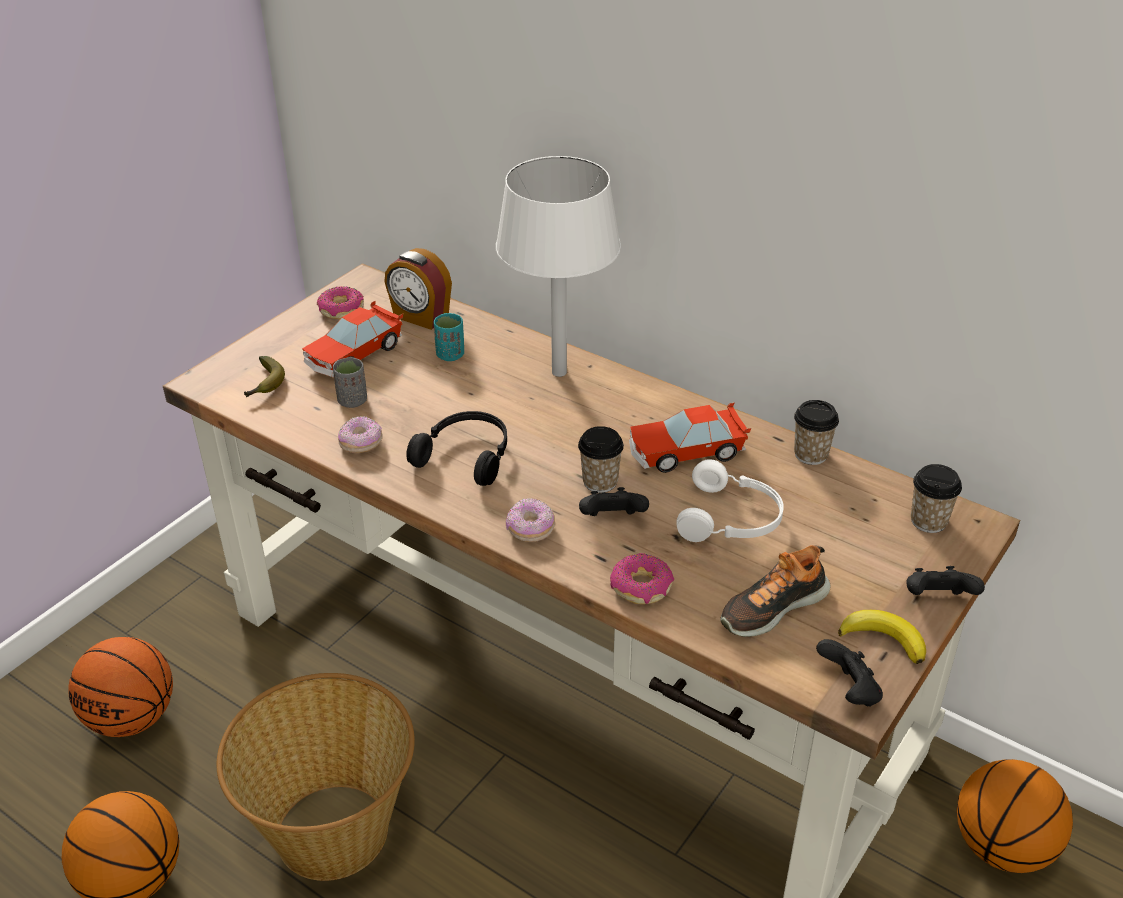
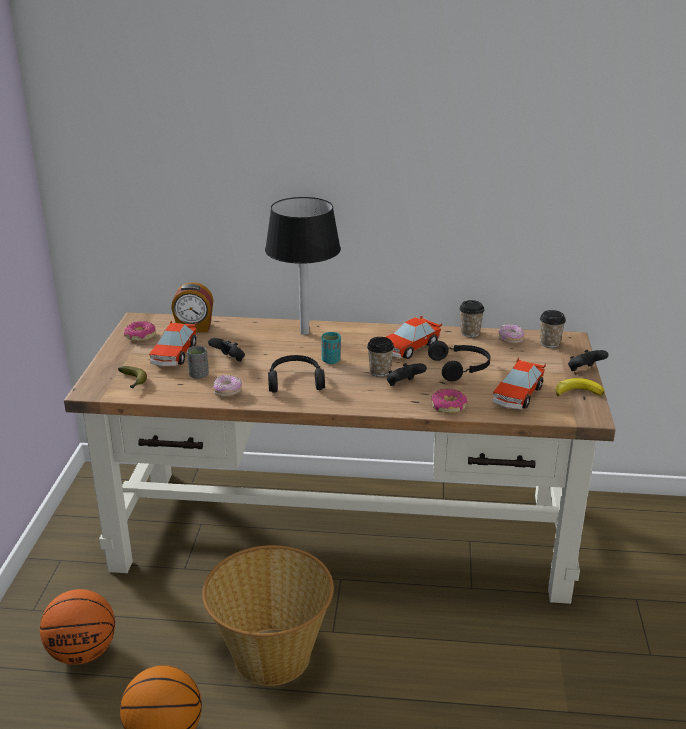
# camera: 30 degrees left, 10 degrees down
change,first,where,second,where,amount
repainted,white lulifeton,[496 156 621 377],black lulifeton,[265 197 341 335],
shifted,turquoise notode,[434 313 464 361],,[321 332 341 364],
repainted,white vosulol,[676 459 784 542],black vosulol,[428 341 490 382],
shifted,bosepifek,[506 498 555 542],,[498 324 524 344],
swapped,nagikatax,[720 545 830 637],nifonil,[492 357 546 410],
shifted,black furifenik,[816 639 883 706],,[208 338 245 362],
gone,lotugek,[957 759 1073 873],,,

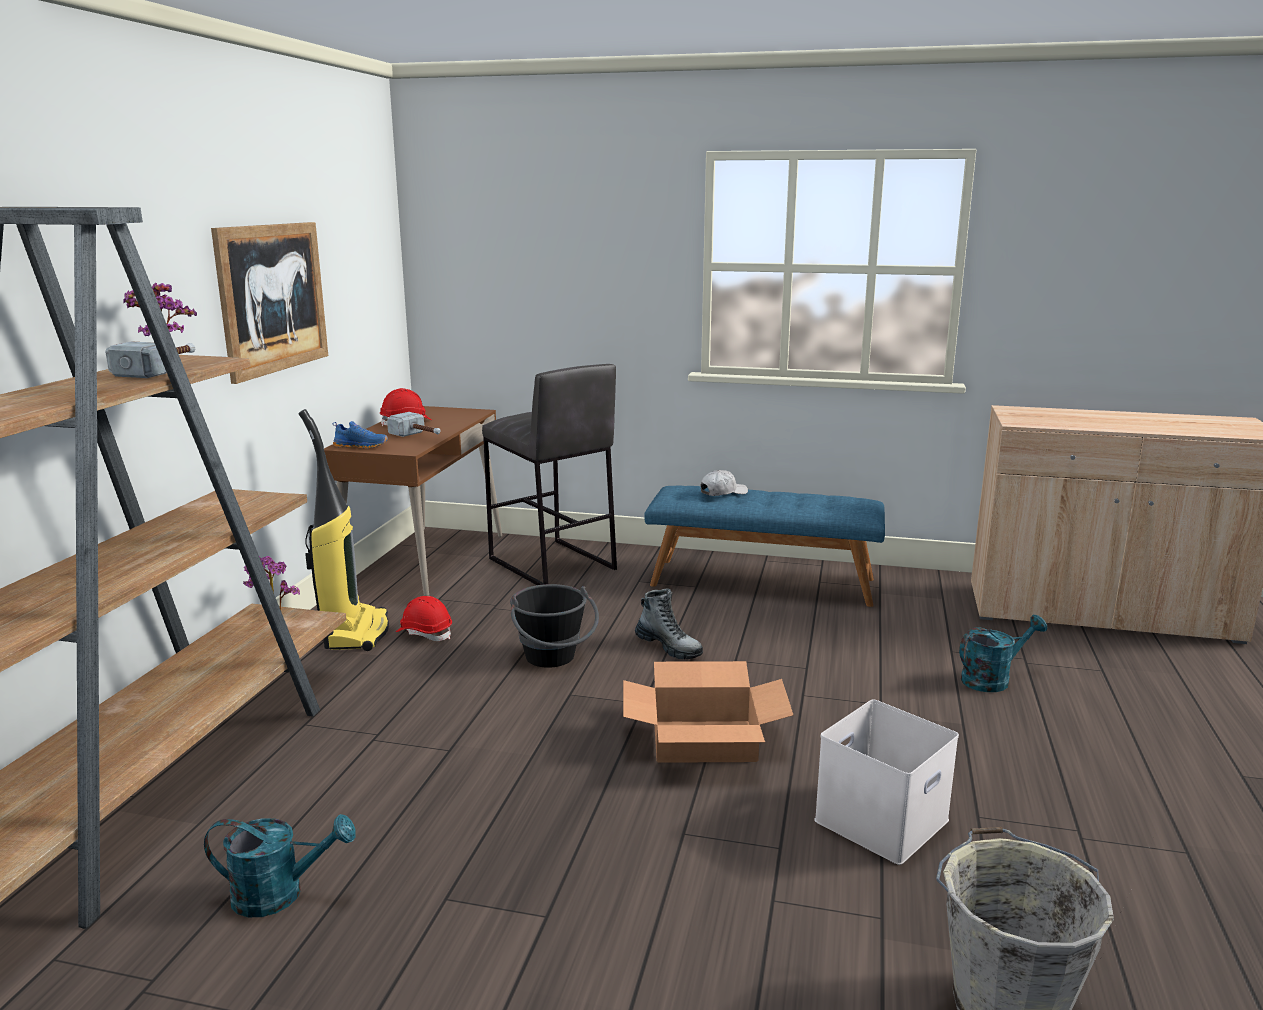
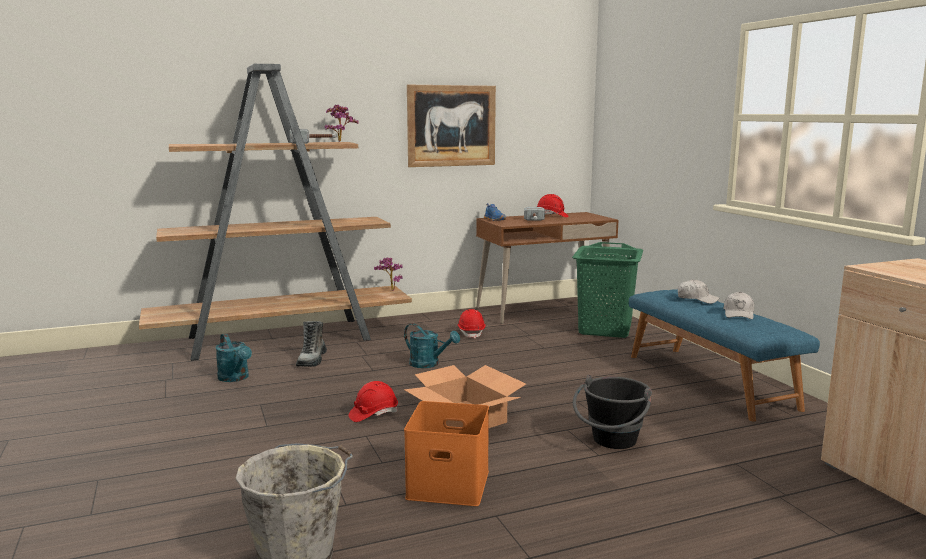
# camera: 55 degrees right, 5 degrees down
change,first,where,second,where,amount
swapped,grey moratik,[482 364 617 585],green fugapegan,[572 242 643 338],
gone,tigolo,[298 409 389 651],,,
shifted,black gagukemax,[510 584 599 668],,[573 375 652 449],
shifted,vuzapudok,[635 588 703 659],,[296 321 327 367],
shifted,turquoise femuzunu,[959 615 1047 692],,[404 323 460 368],
repainted,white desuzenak,[814 699 959 865],orange desuzenak,[404 401 489 506],
new,,,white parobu,[723 292 754 319],
new,,,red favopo,[348 381 398 422],

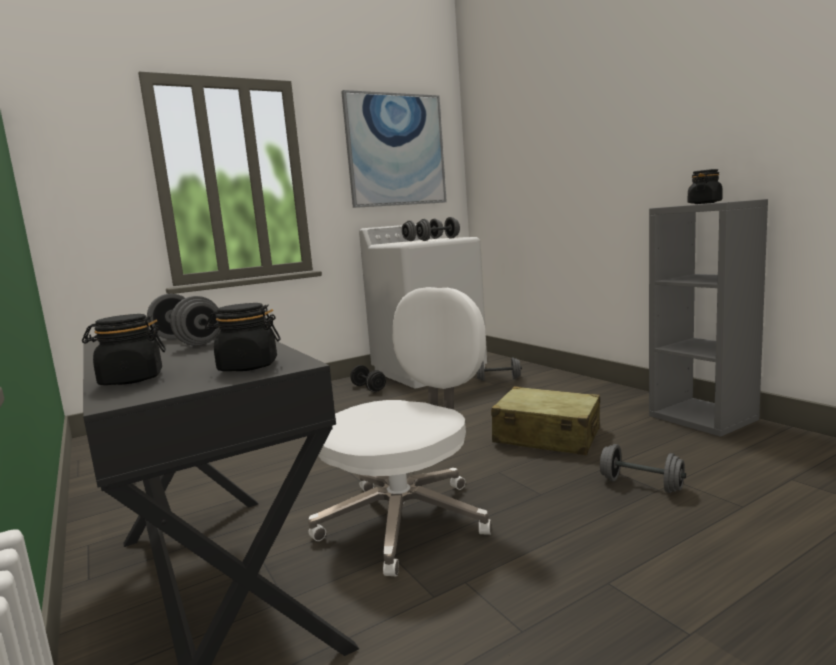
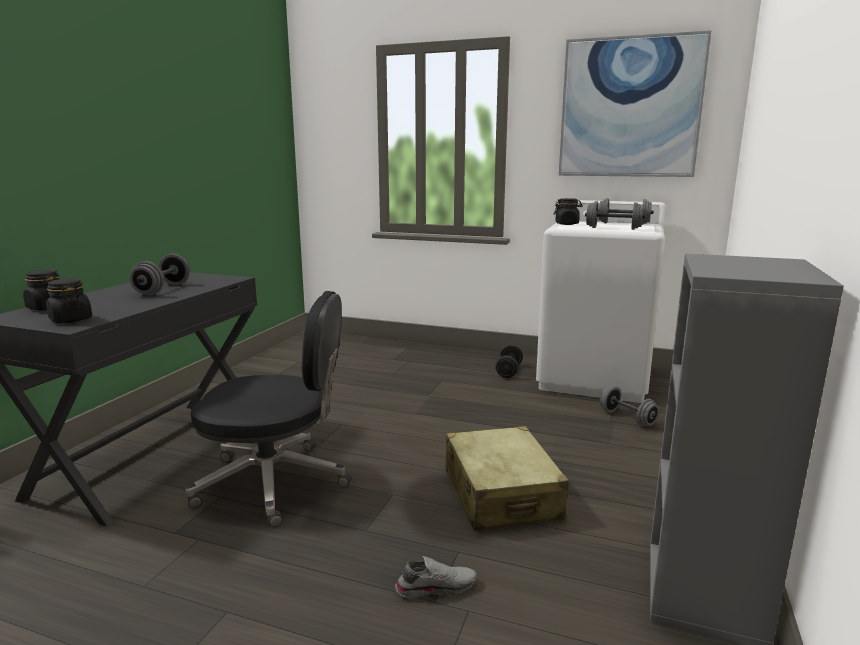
# camera: 50 degrees right, 5 degrees up
change,first,where,second,where,amount
shifted,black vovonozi,[687 169 723 204],,[554 198 583 225],
repainted,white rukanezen,[308 287 491 576],black rukanezen,[186 291 352 527],
swapped,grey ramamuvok,[600 444 686 493],grey nagikatax,[395 556 477 598],

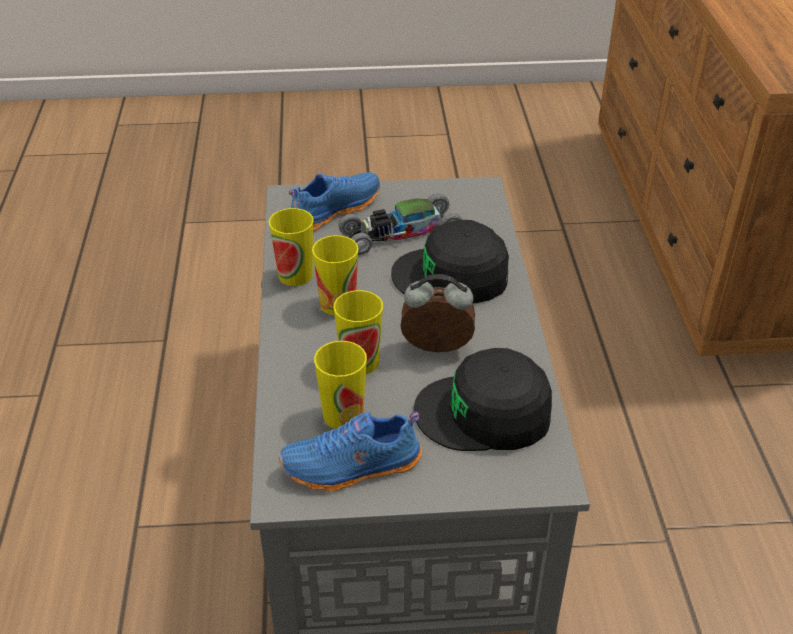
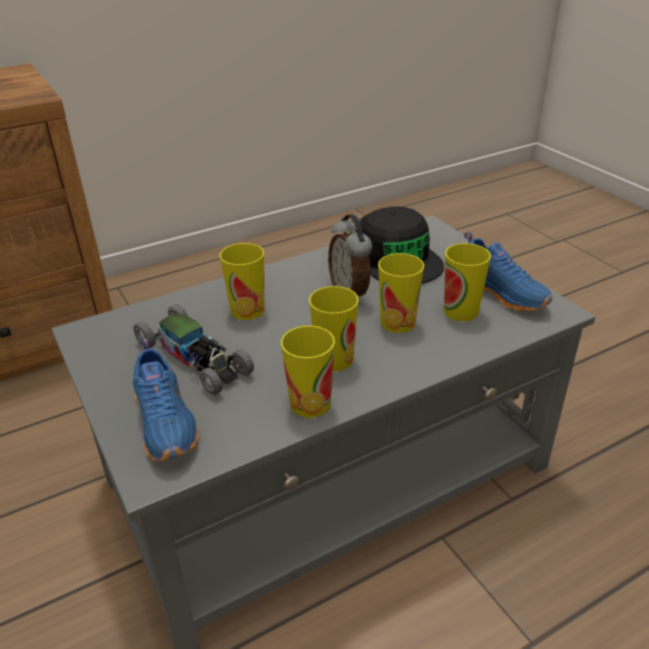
# camera: 115 degrees left, 5 degrees down
change,first,where,second,where,amount
rotated,blue nagikatax,[289 172 380 231],,[133 338 199 462],135 degrees counterclockwise
swapped,black parobu,[391 220 509 303],notode,[219 243 265 320],

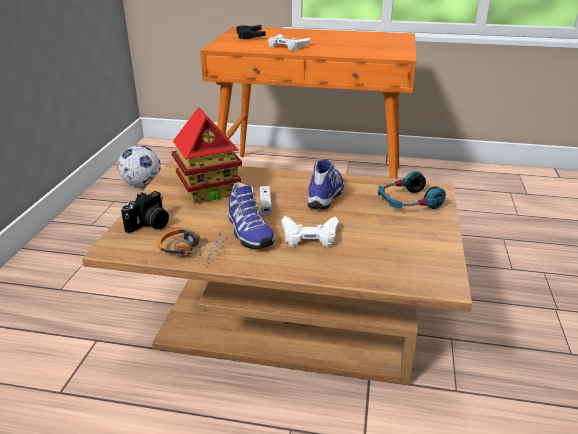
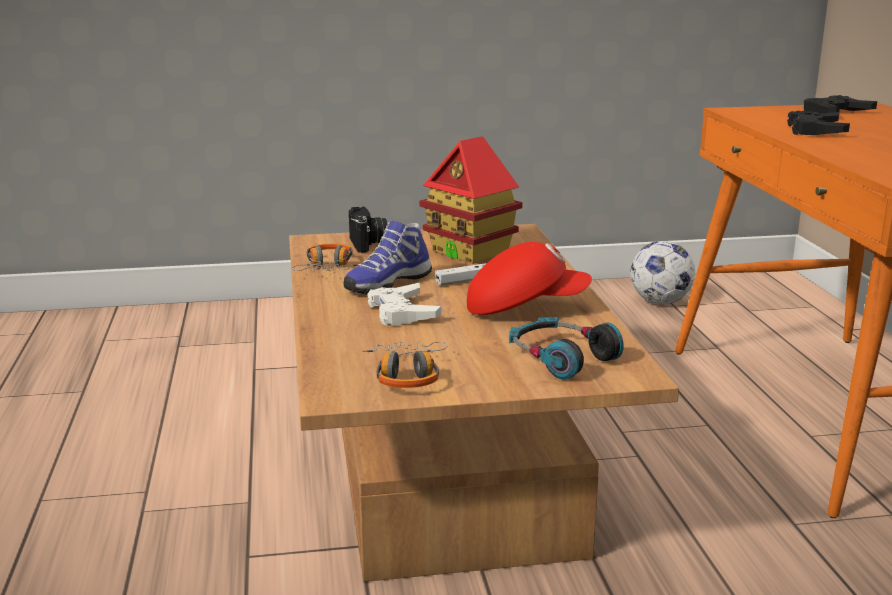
# camera: 70 degrees right, 10 degrees down
change,first,where,second,where,amount
repainted,white furifenik,[268 34 310 51],black furifenik,[787 111 850 135],
swapped,nagikatax,[308 160 344 210],red parobu,[467 242 592 315],
rotated,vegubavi,[121 191 169 233],,[349 206 387 253],120 degrees counterclockwise
new,,,vosulol,[362 341 447 388],

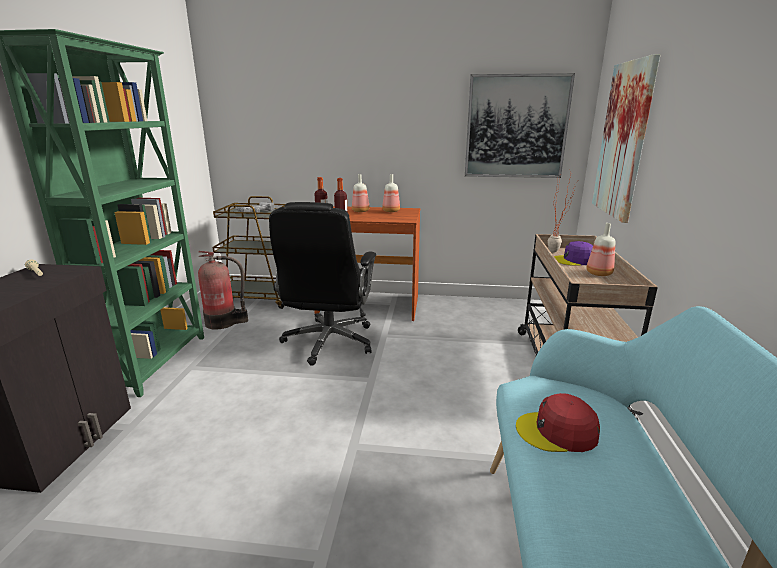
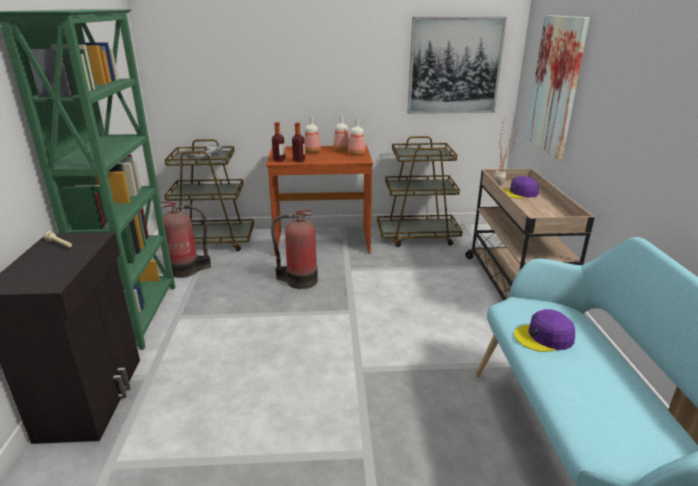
# camera: 10 degrees left, 5 degrees up
change,first,where,second,where,amount
swapped,black rukanezen,[269 202 376 366],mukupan,[271 210 318 289],
shifted,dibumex,[586 223 615 276],,[348 118 366 156],
repainted,red parobu,[516 393 600 452],purple parobu,[514 309 575 352],
new,,,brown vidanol,[377 136 462 247],

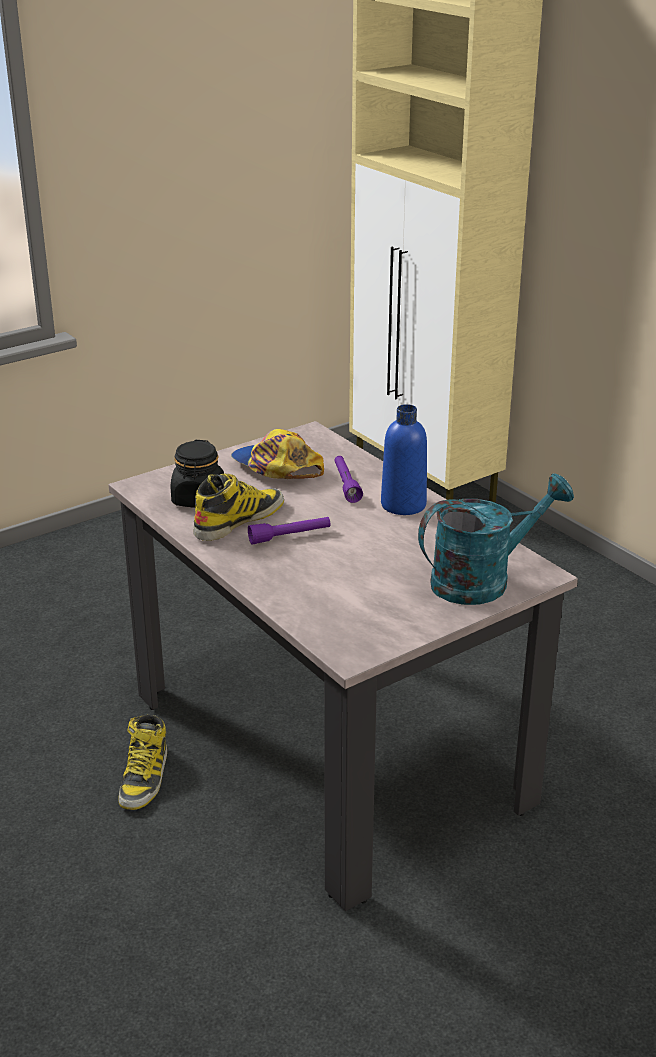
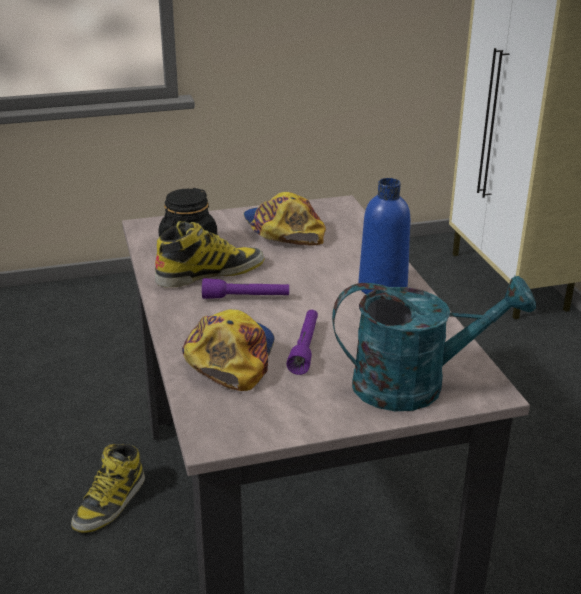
# camera: 20 degrees right, 0 degrees up
change,first,where,second,where,amount
shifted,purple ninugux,[334 456 363 503],,[286 310 318 375],
new,,,parobu,[182 309 275 391],

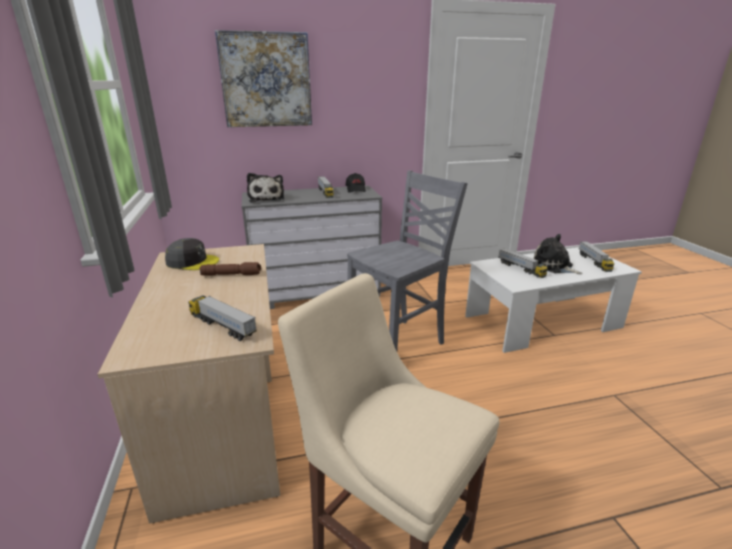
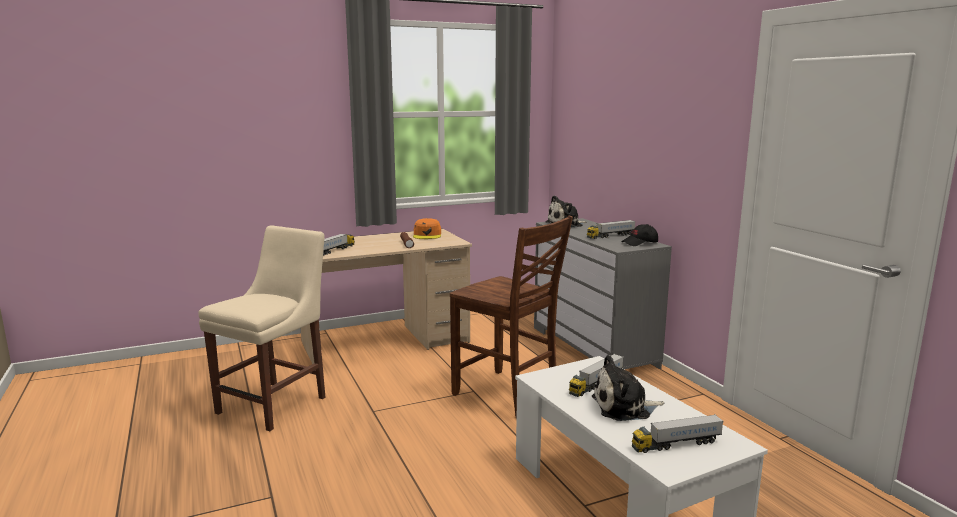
# camera: 80 degrees right, 10 degrees down
change,first,where,second,where,amount
gone,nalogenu,[215 30 312 127],,,
repainted,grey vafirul,[347 170 468 351],brown vafirul,[450 216 573 419],
rotated,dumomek,[533 234 583 274],,[592 355 664 421],135 degrees counterclockwise
repainted,grey parobu,[165 238 219 270],orange parobu,[413 218 441 239],

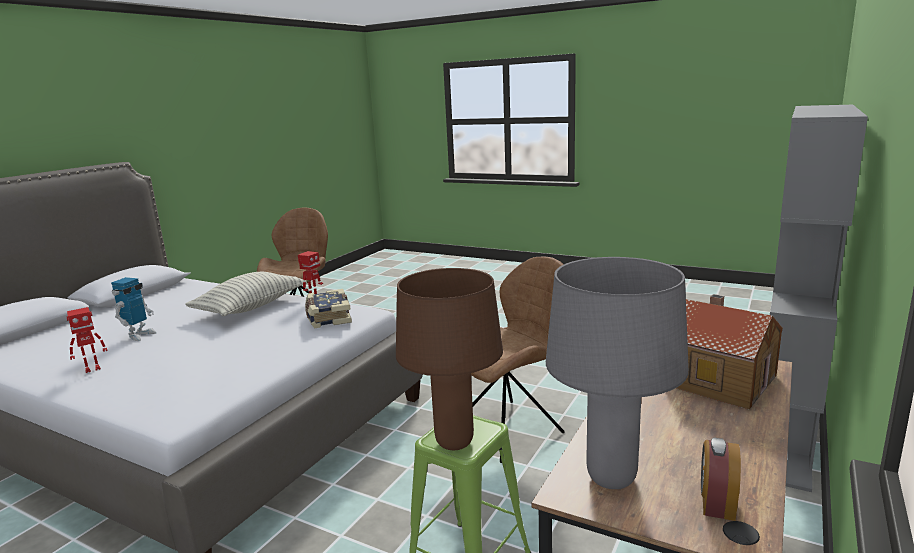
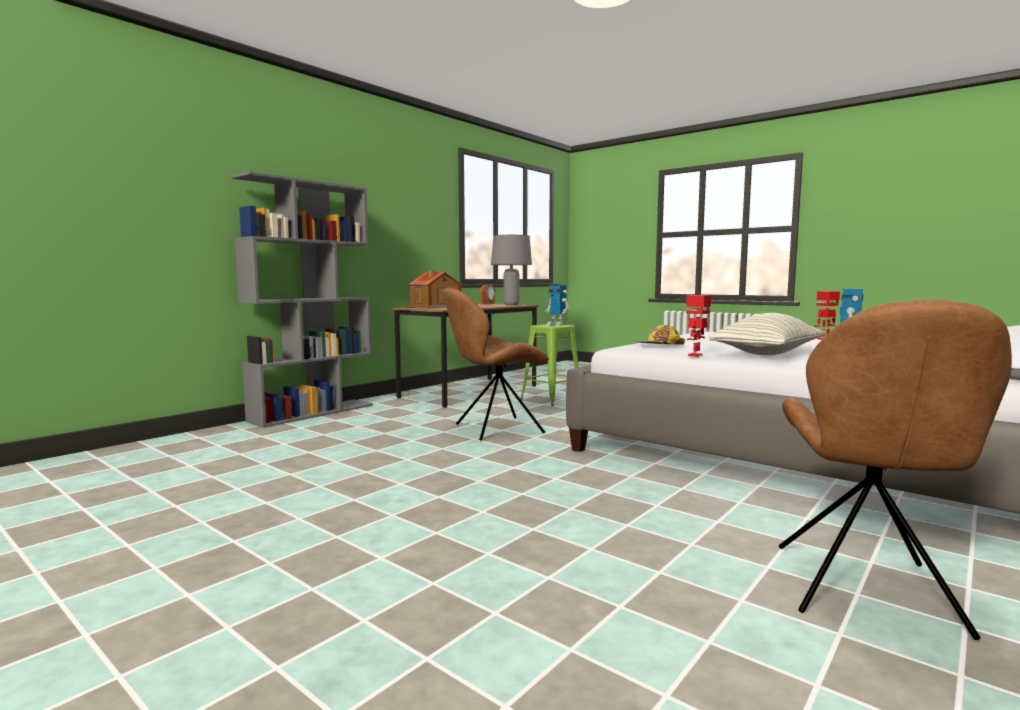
# camera: 170 degrees left, 10 degrees down
change,first,where,second,where,amount
swapped,brown lulifeton,[396 268 503 450],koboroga,[545 285 569 326],
swapped,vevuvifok,[305 289 352 328],parobu,[635 325 685 345],

